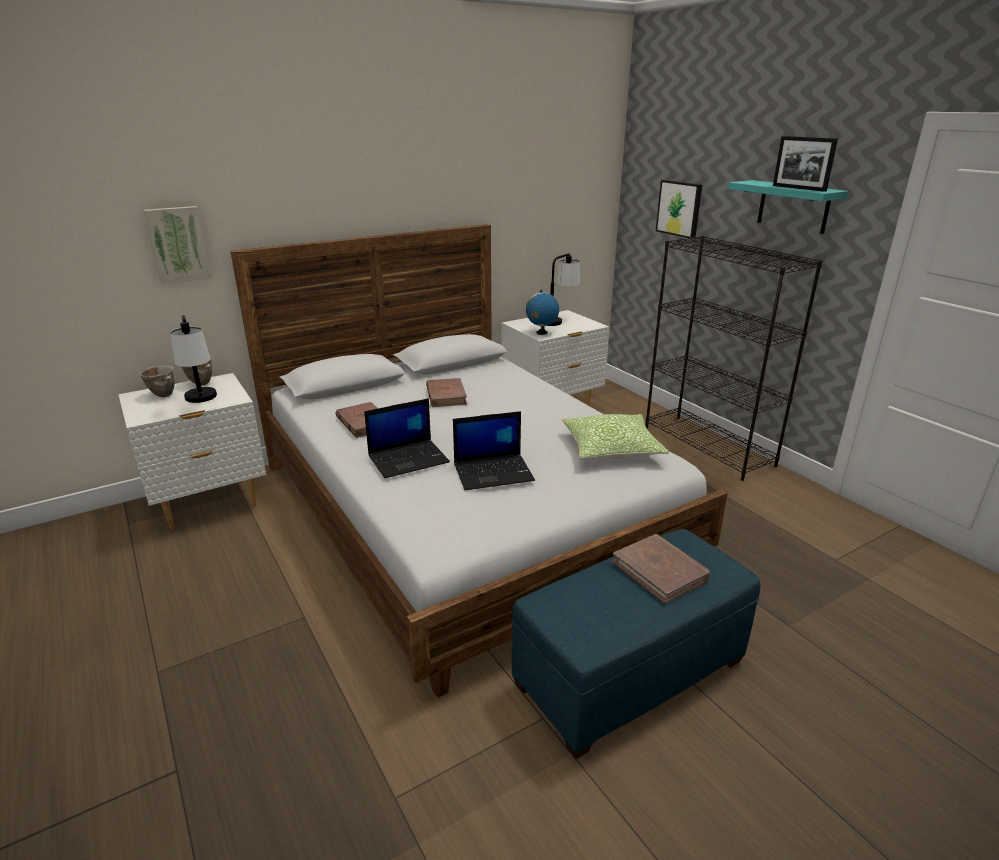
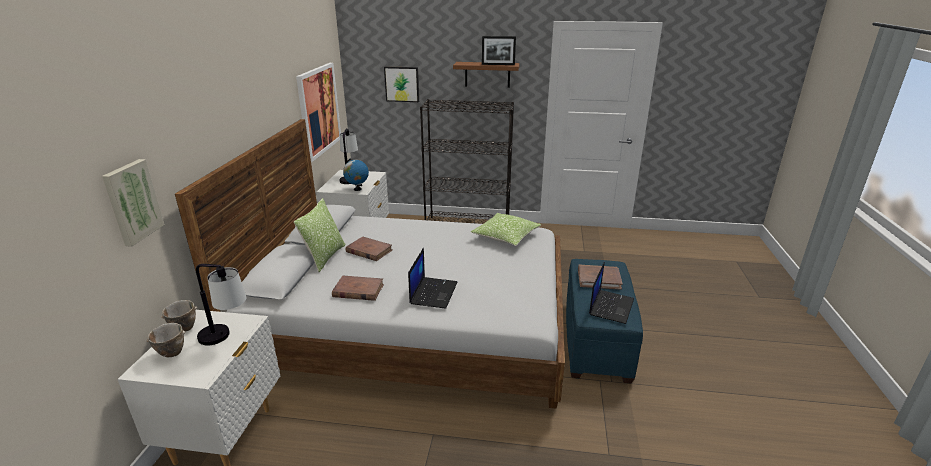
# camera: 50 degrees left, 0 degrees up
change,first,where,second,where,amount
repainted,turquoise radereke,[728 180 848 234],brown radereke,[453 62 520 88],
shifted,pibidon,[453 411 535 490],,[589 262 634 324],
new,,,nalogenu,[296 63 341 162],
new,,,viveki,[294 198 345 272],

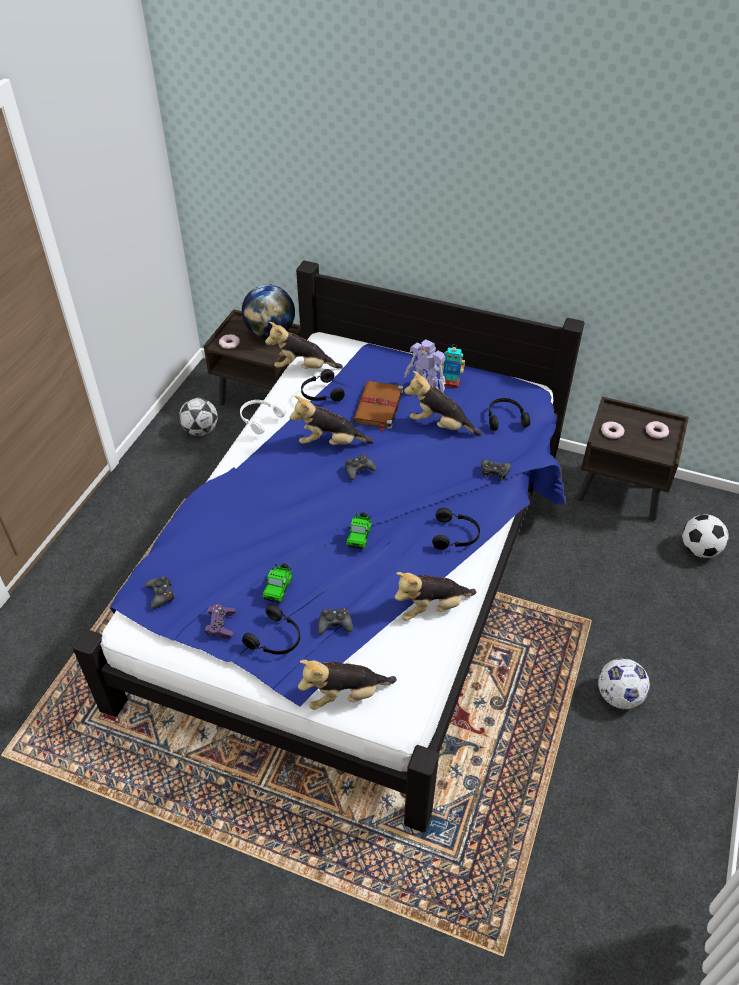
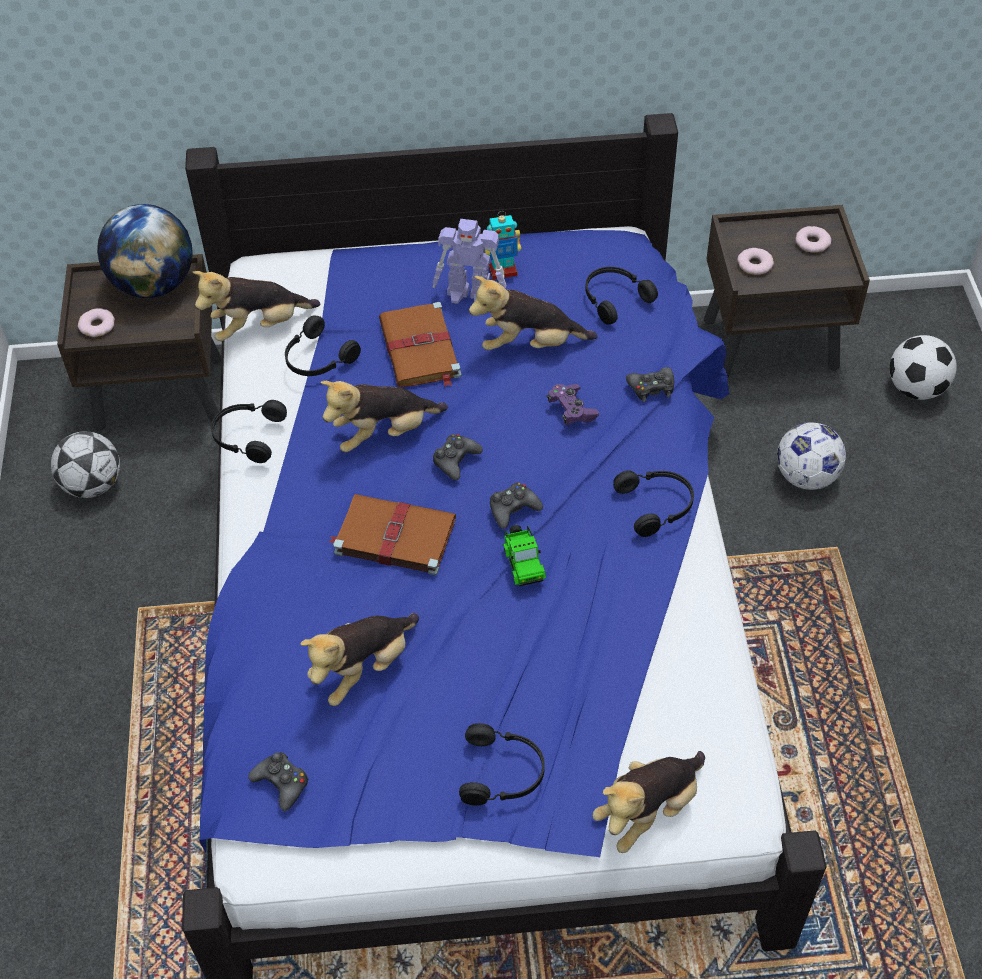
# camera: 25 degrees left, 5 degrees up
change,first,where,second,where,amount
repainted,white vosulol,[240 400 286 435],black vosulol,[211 400 287 463],
gone,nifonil,[263 563 293 603],,,
shifted,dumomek,[395 572 476 621],,[301 613 419 706],
shifted,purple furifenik,[205 604 236 639],,[547 384 599 426],
shifted,black furifenik,[318 608 353 634],,[490 483 543 529],
shifted,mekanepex,[598 658 650 709],,[777 422 846 490],
new,,,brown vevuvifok,[329 494 456 575],

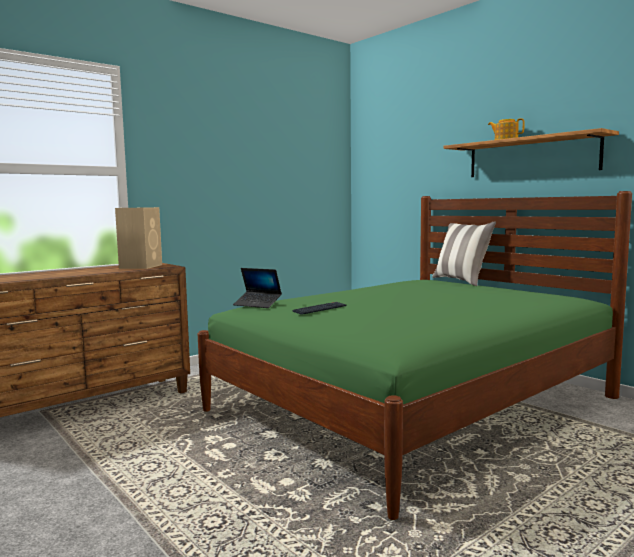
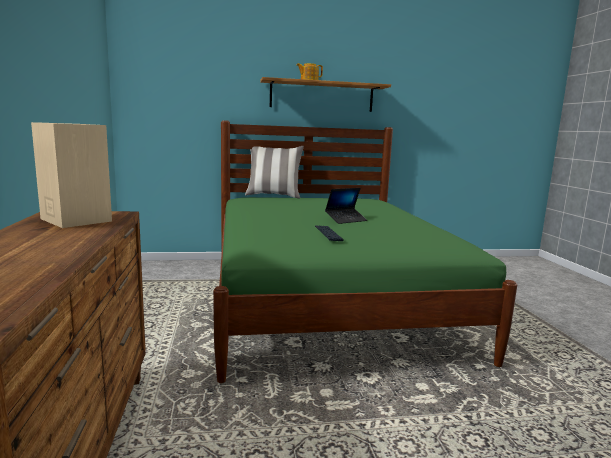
# camera: 60 degrees left, 5 degrees up
change,first,where,second,where,amount
shifted,pibidon,[233 268 282 308],,[325 188 367 224],

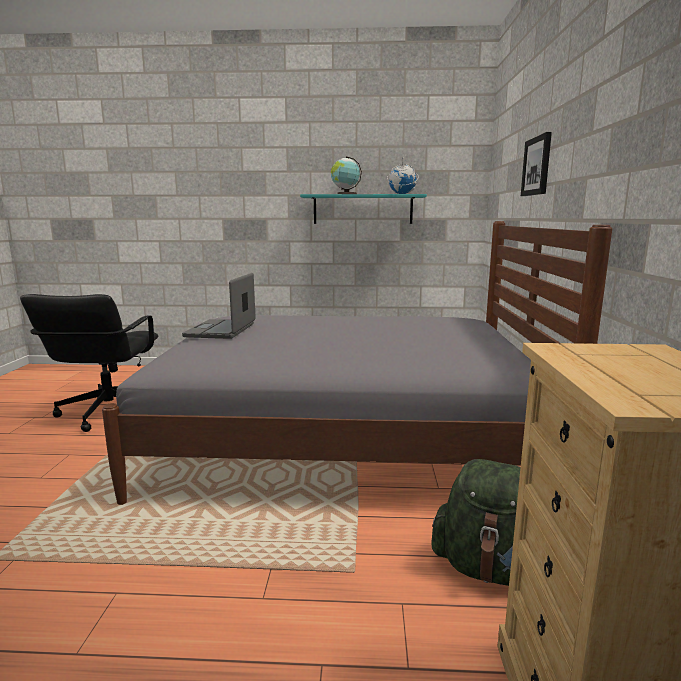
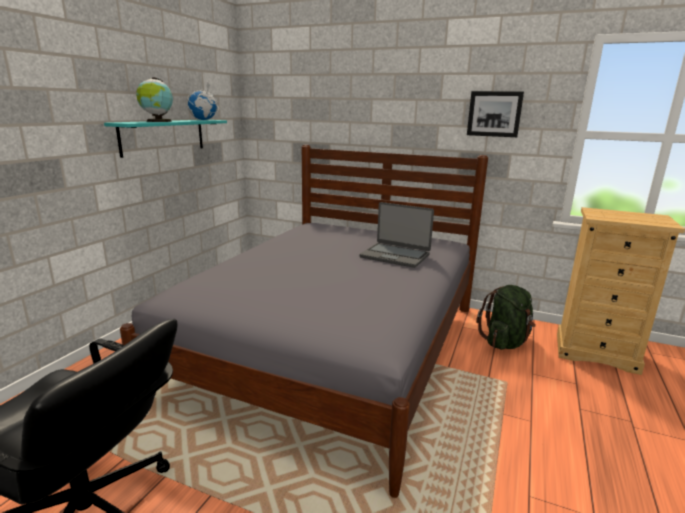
# camera: 70 degrees left, 5 degrees up
change,first,where,second,where,amount
shifted,nalogenu,[521 132 552 196],,[467 91 524 137],
shifted,pibidon,[182 273 256 339],,[359 202 434 268],

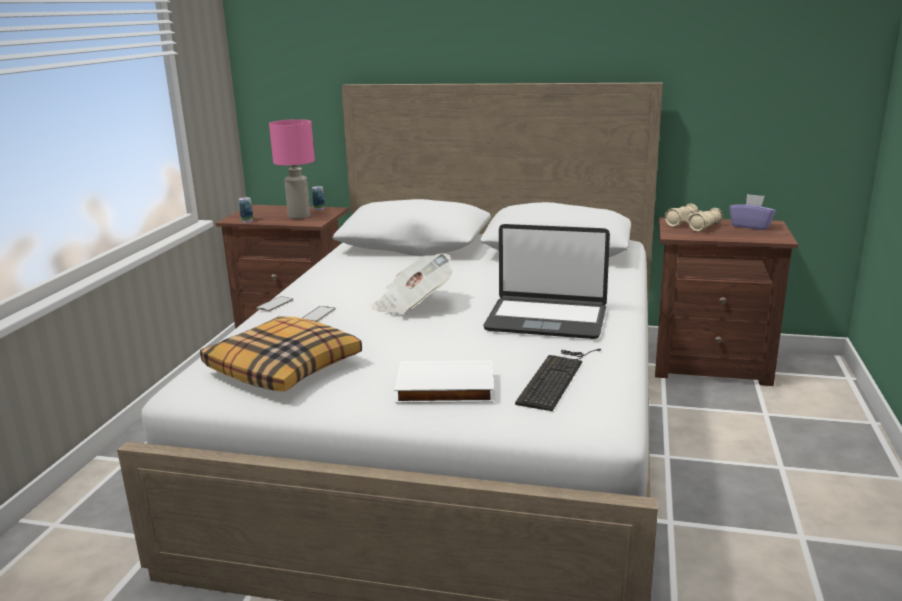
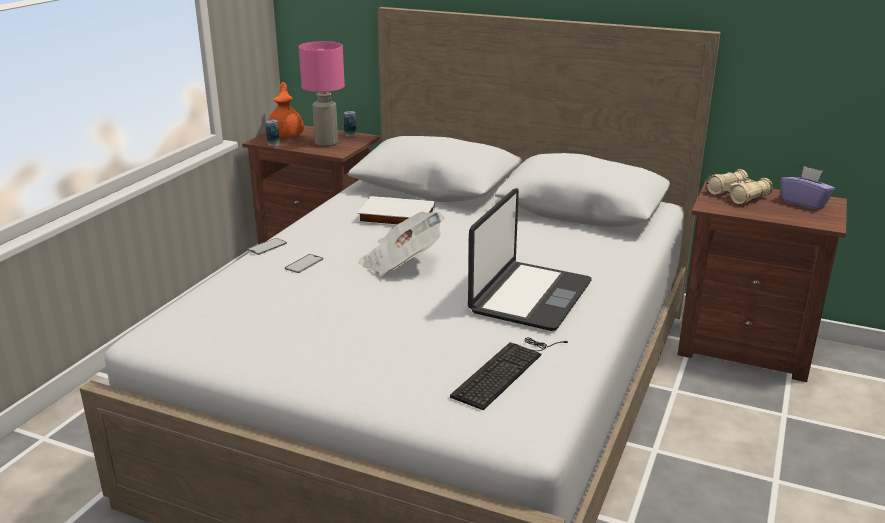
# camera: 10 degrees right, 5 degrees up
change,first,where,second,where,amount
rotated,pibidon,[483 224 610 339],,[468 188 592 331],90 degrees counterclockwise
gone,viveki,[200 316 362 391],,,
shifted,white vevuvifok,[394 360 494 403],,[357 196 435 226],
new,,,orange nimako,[269 82 304 138],

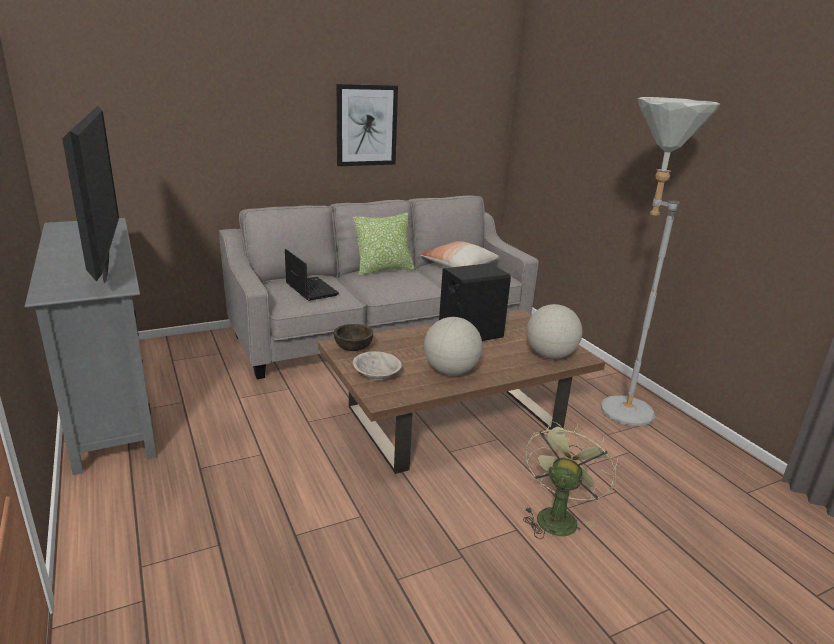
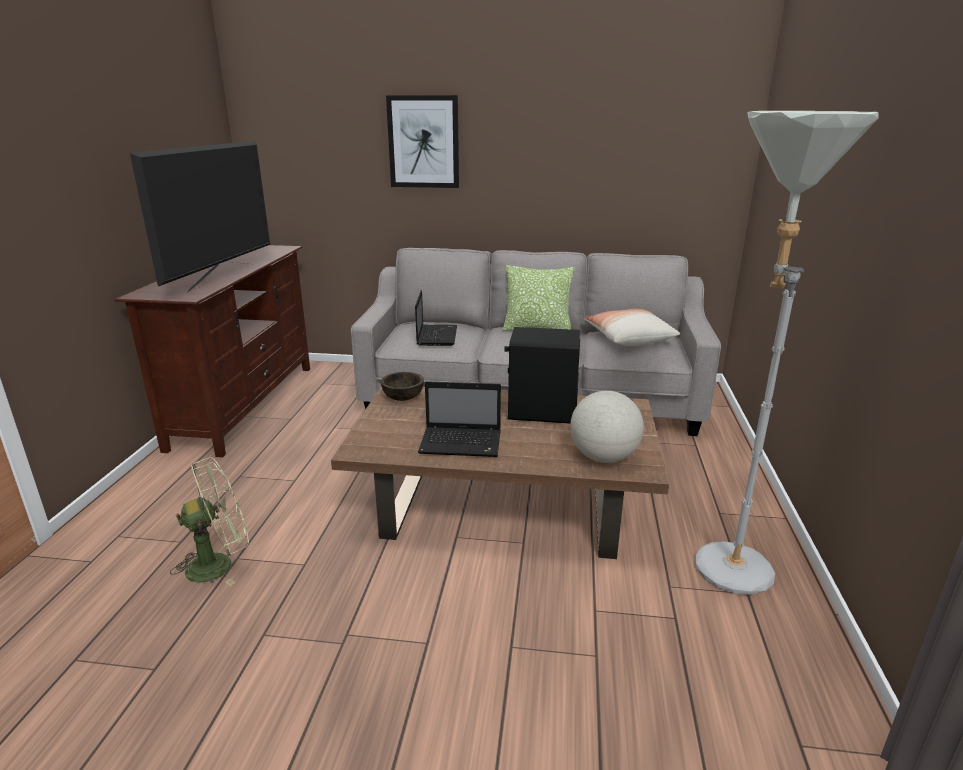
# camera: 35 degrees right, 0 degrees up
change,first,where,second,where,amount
shifted,nalogenu,[337 84 398 166],,[386 95 459 188],
repainted,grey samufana,[25 218 157 475],brown samufana,[114 245 310 457],
swapped,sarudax,[424 317 482 375],pibidon,[418 381 501 457],
gone,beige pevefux,[353 351 402 380],,,
shifted,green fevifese,[523 421 618 539],,[170 457 249 586],

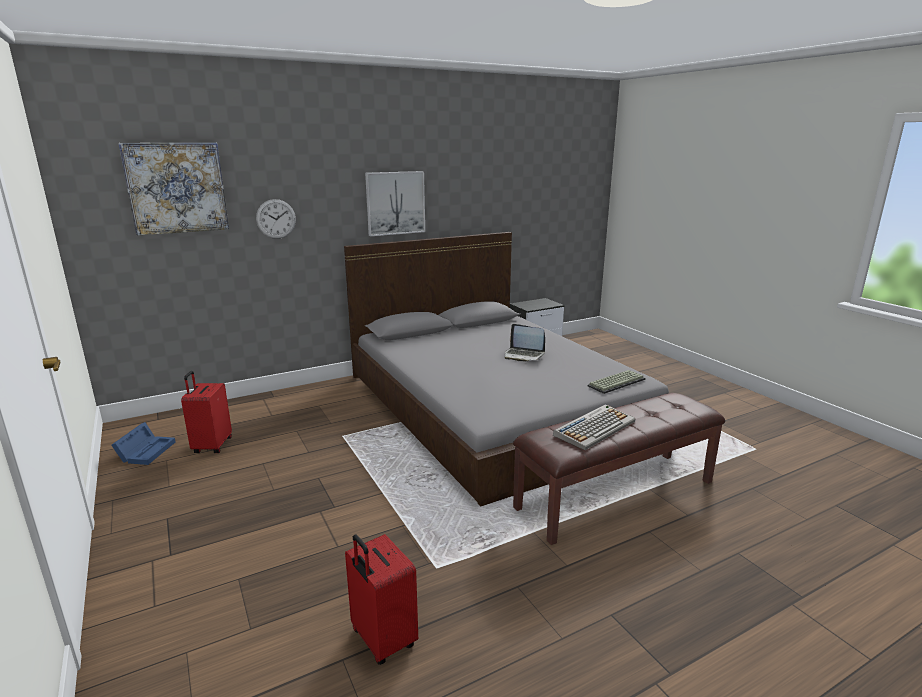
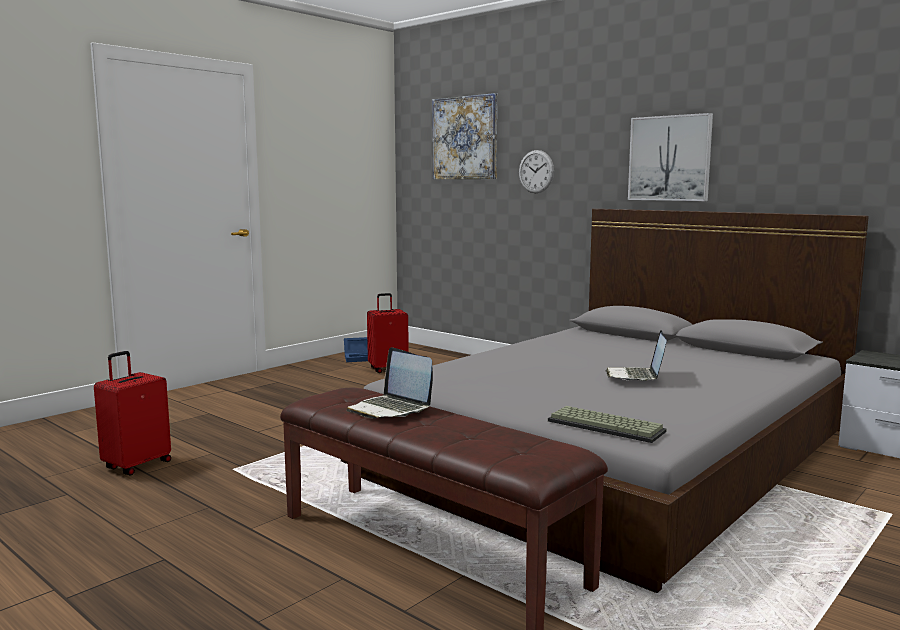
# camera: 70 degrees right, 10 degrees down
change,first,where,second,where,amount
swapped,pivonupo,[553 404 635 450],pibidon,[347 347 433 419],

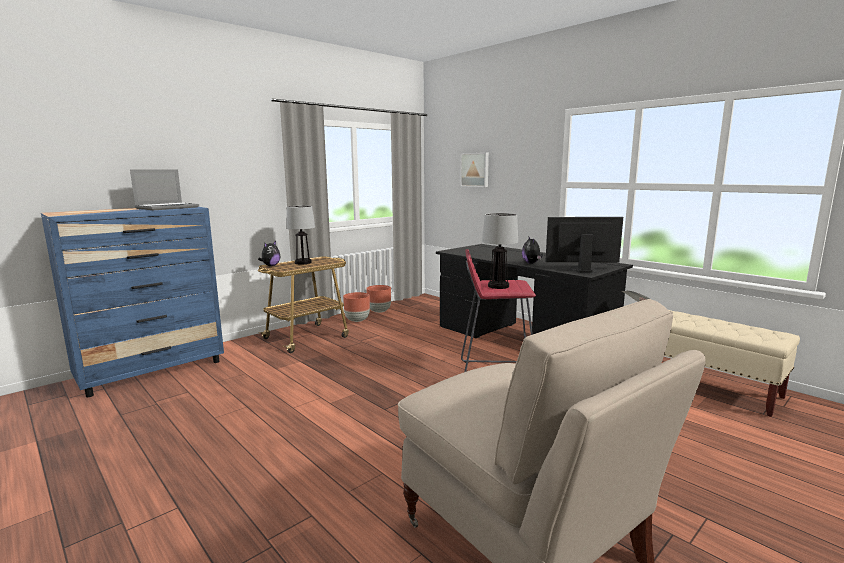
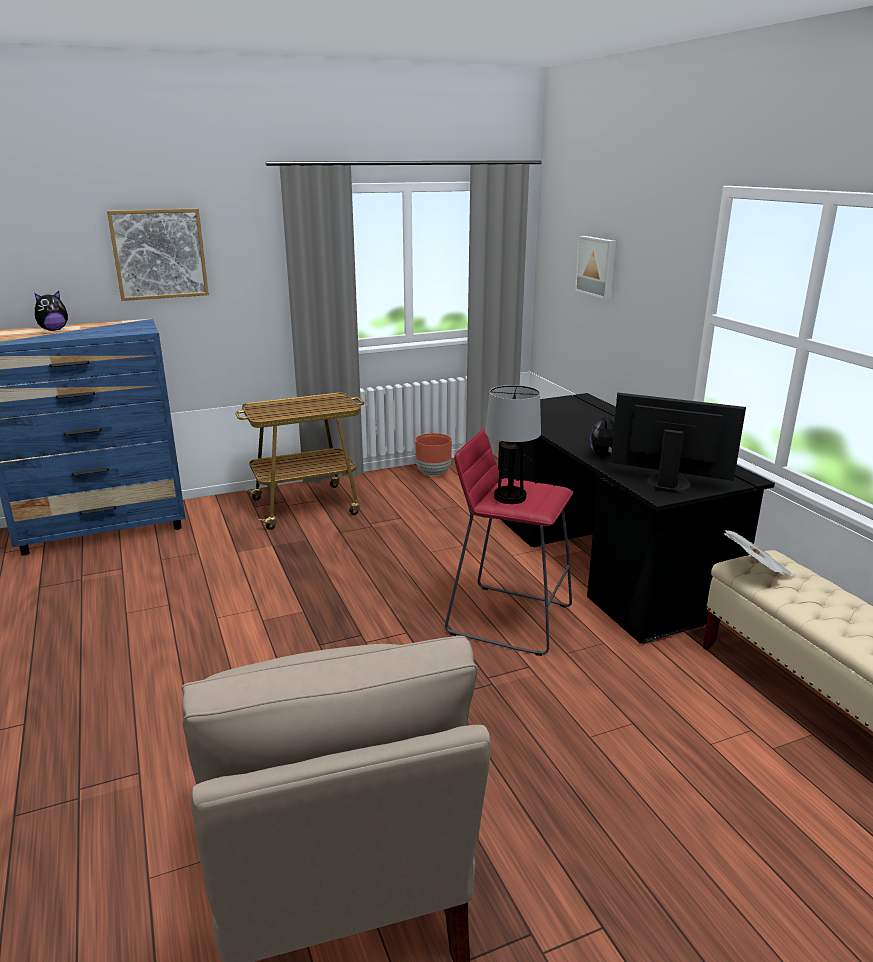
# camera: 20 degrees right, 10 degrees up
change,first,where,second,where,amount
gone,pibidon,[130 169 199 210],,,
gone,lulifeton,[286 206 315 264],,,
shifted,dumomek,[258 241 280 266],,[35 291 68 331],
gone,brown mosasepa,[343 292 370 322],,,
new,,,nalogenu,[107 208 209 301],

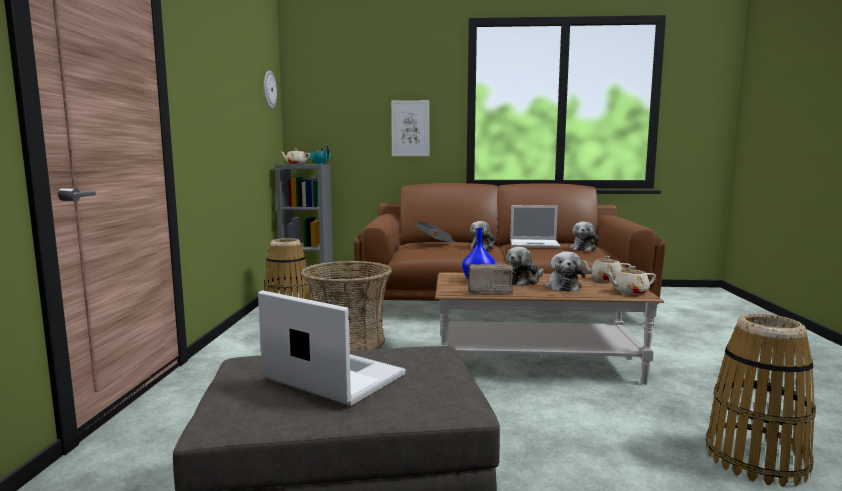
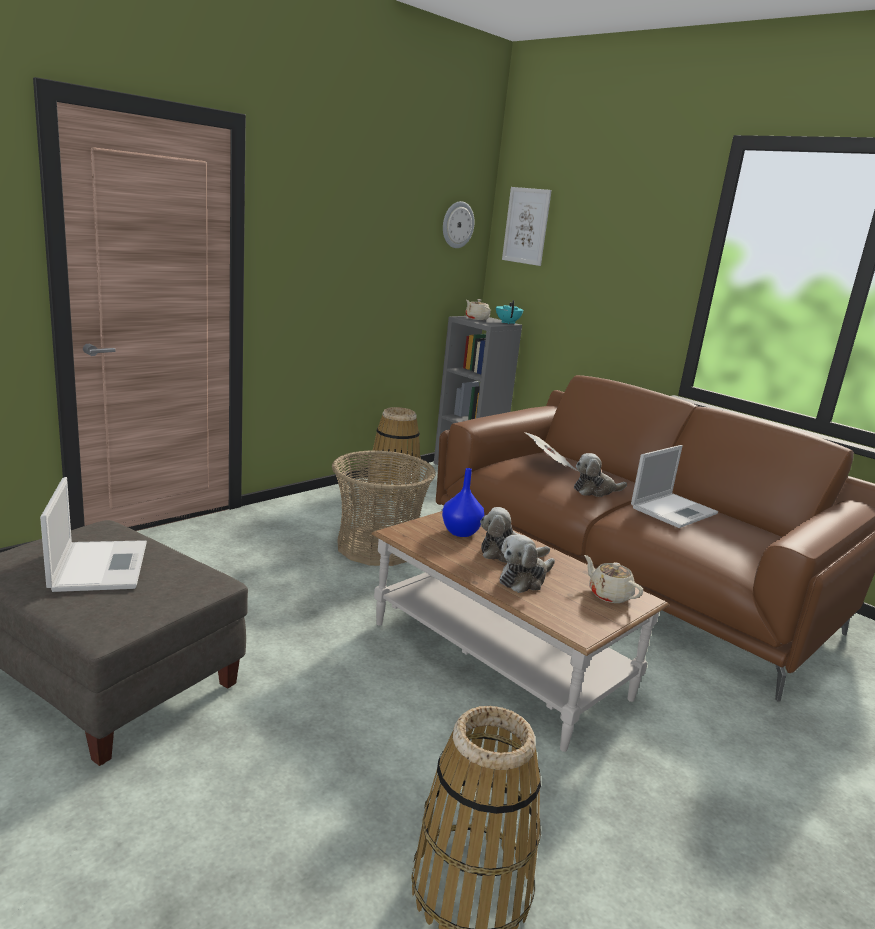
# camera: 40 degrees right, 10 degrees up
change,first,where,second,where,amount
shifted,nalogenu,[391 100 430 156],,[502 187 552 266],
rotated,pibidon,[510 205 561 248],,[631 445 718 528],90 degrees counterclockwise
gone,dumomek,[570 222 599 251],,,
gone,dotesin,[467 264 513 294],,,
gone,beige nimako,[605 266 656 295],,,

